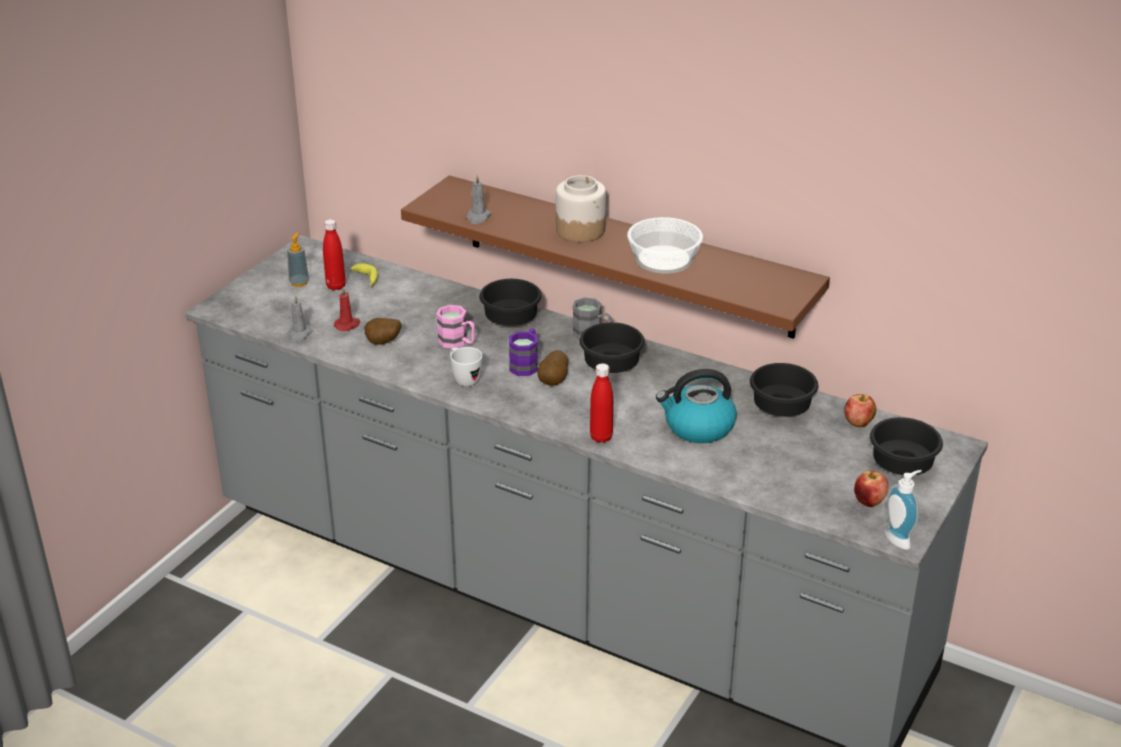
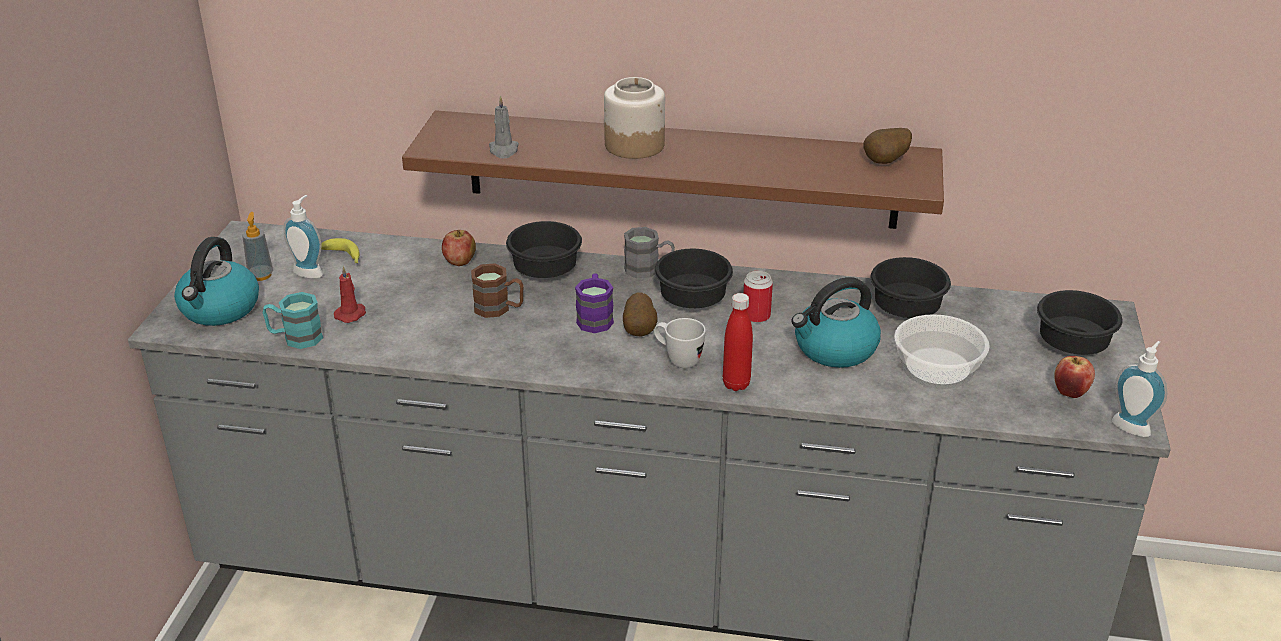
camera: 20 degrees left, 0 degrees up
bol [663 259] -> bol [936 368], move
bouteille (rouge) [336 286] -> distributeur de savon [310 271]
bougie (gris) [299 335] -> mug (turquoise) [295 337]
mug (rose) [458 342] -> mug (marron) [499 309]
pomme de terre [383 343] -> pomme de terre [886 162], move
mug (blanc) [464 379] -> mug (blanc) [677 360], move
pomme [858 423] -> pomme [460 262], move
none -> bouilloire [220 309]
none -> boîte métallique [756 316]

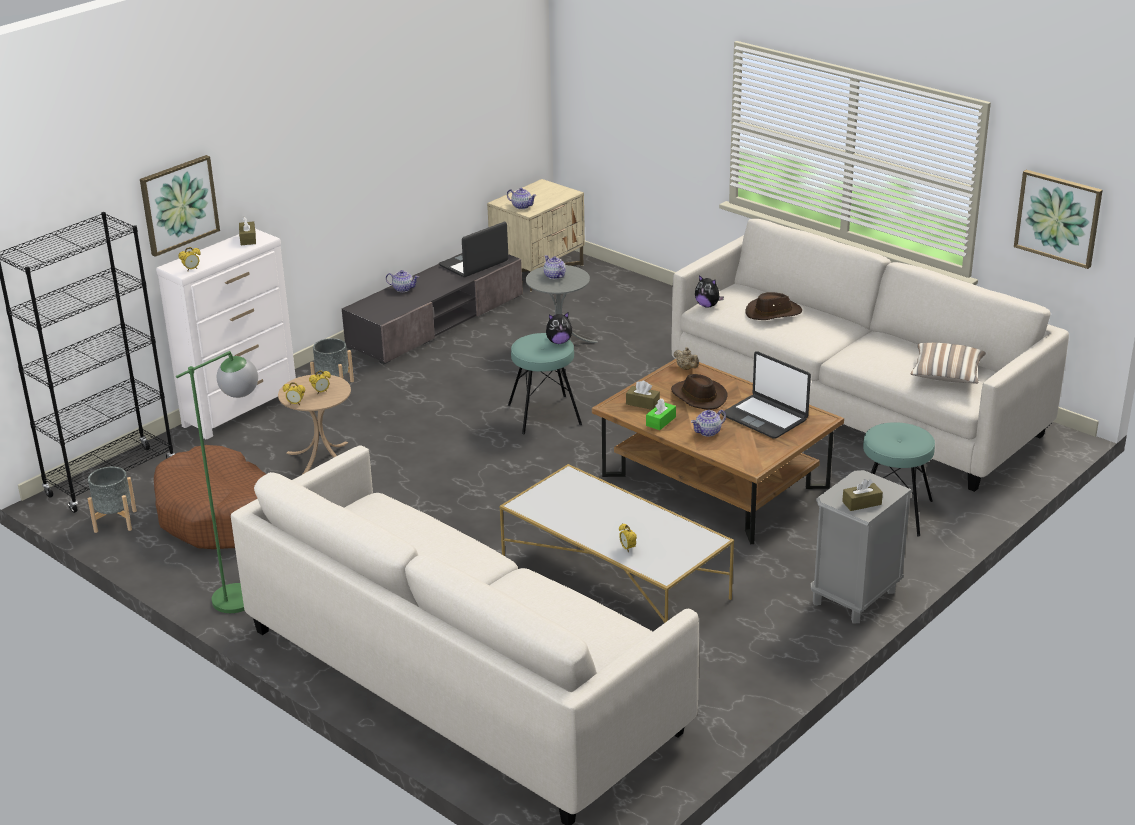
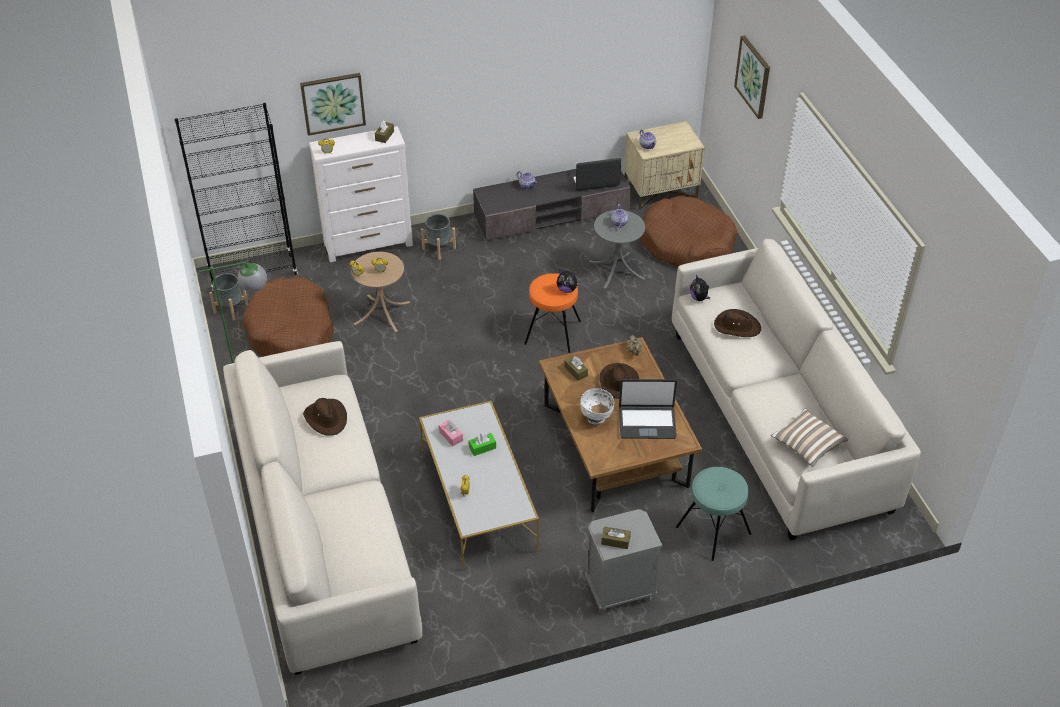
camera: 30 degrees right, 15 degrees up
tableau [1058 218] -> tableau [753 76], move
tabouret (turquoise) [544 415] -> tabouret (orange) [552 332]
ordinateur portable [765 417] -> ordinateur portable [647 422], 75 degrees counterclockwise
boîte à mouchoirs (vert) [661 421] -> boîte à mouchoirs (vert) [482 447], move
théière [708 432] -> bol (blanc) [596 418]
none -> panier pour chien (marron) [687 244]
none -> chapeau (marron) [326 418]
none -> boîte à mouchoirs (rose) [451 436]

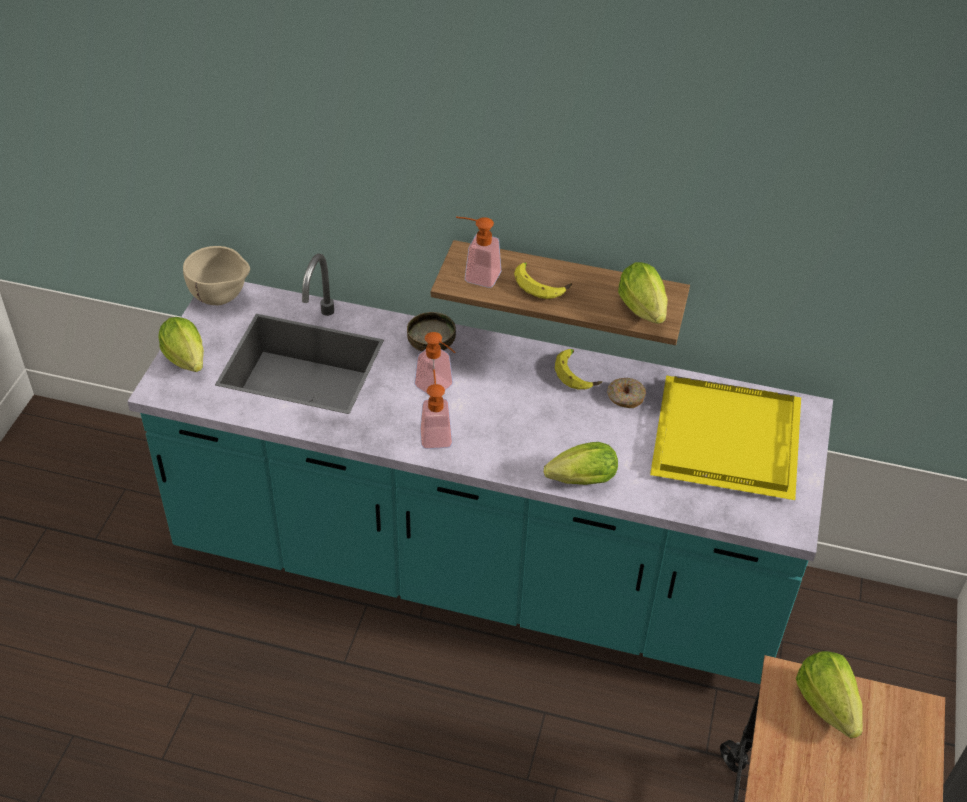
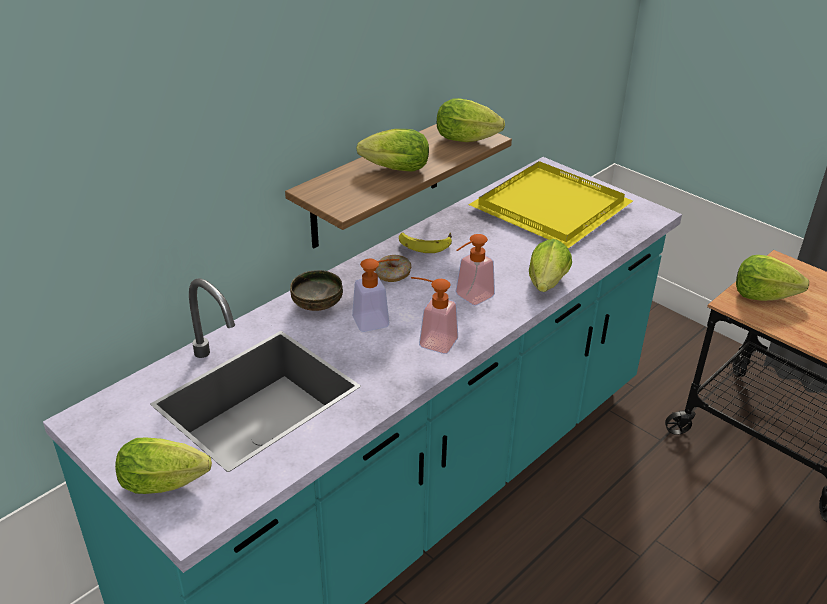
camera: 60 degrees left, 10 degrees down
distributeur de savon [476 275] -> distributeur de savon [470 298], move
bol (beige) [222 299] -> none
banane [541 284] -> laitue [392 169]
beignet [625 397] -> beignet [393 274], move

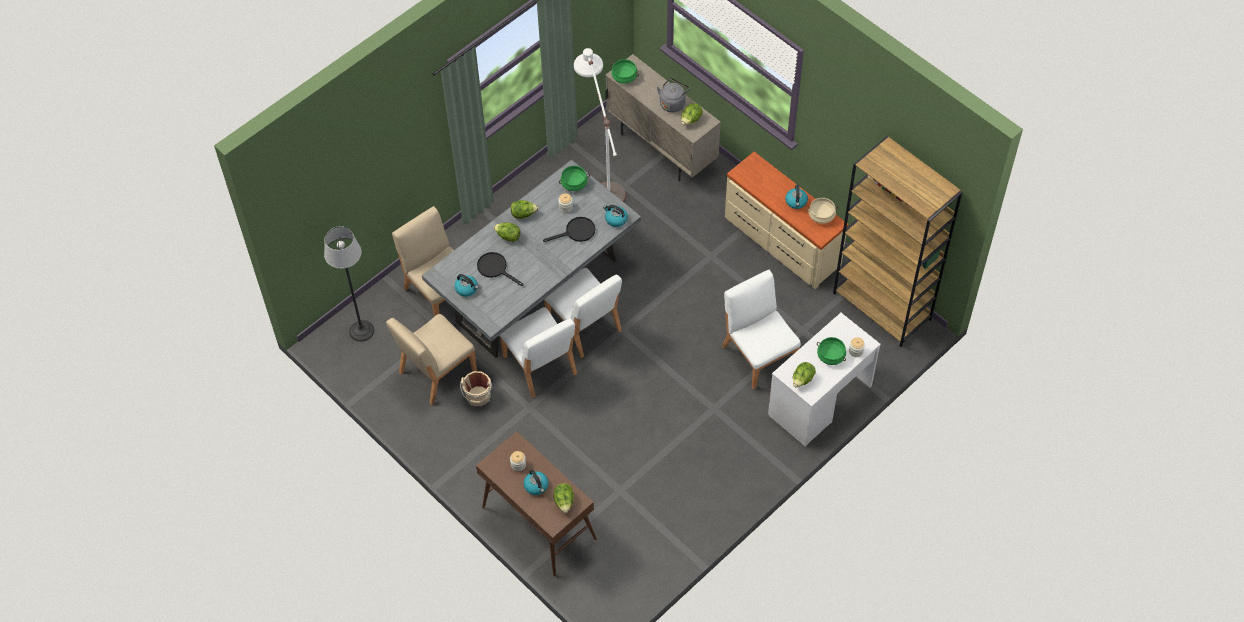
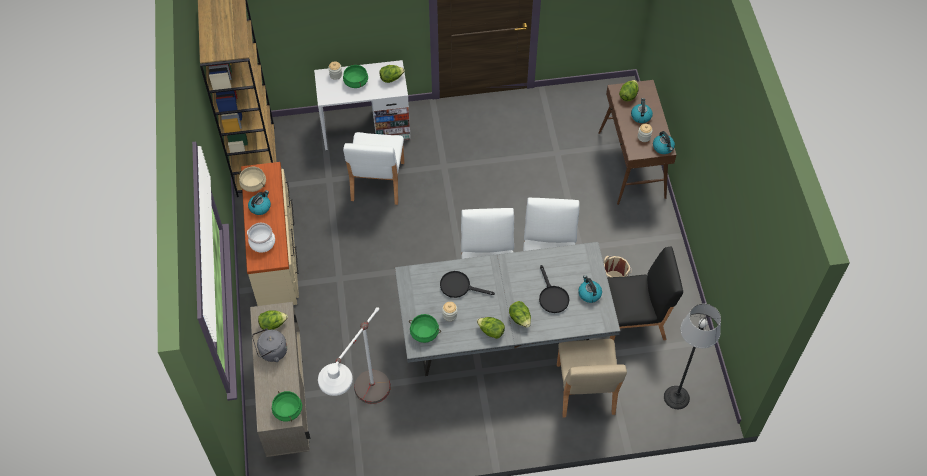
camera: 145 degrees left, 0 degrees up
bouilloire [615 219] -> bouilloire [663 147], move
chaise (beige) [436 372] -> chaise (noir) [634 321]
none -> marmite [262 242]

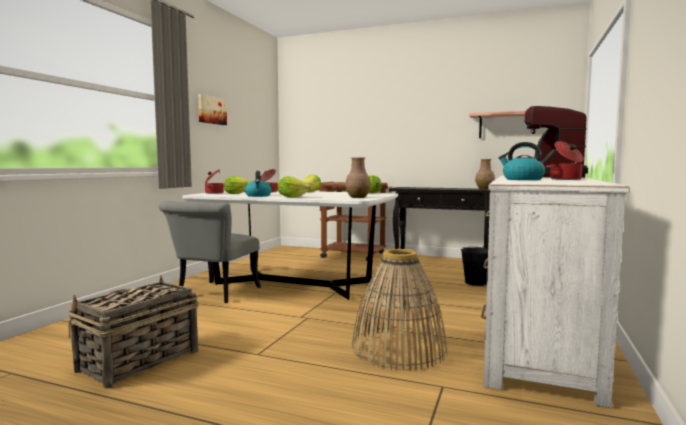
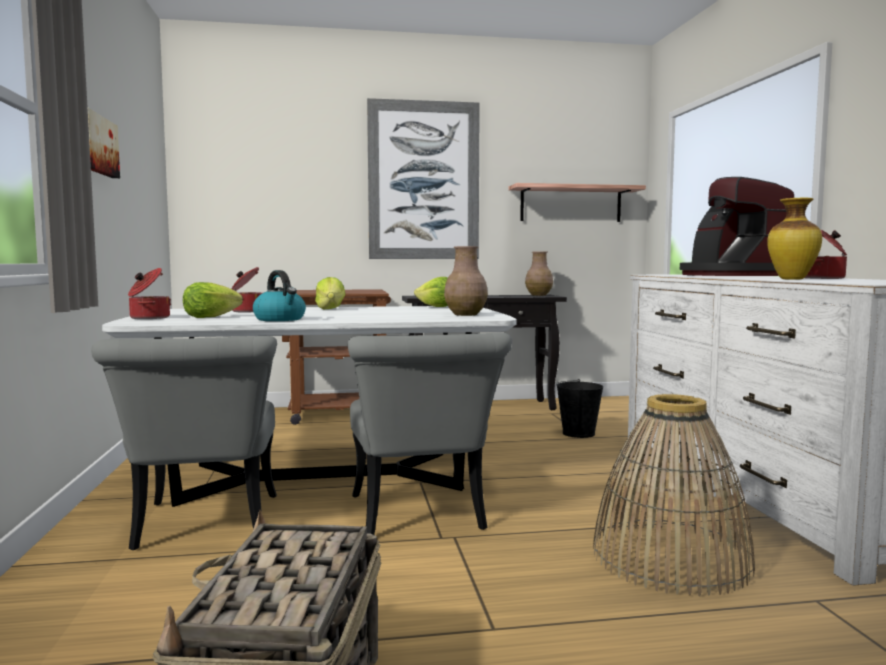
camera: 30 degrees left, 0 degrees up
bouilloire [522 179] -> vase [793 279]
laitue [291 197] -> none
none -> tableau [424 181]
none -> chaise (gris) [420 518]

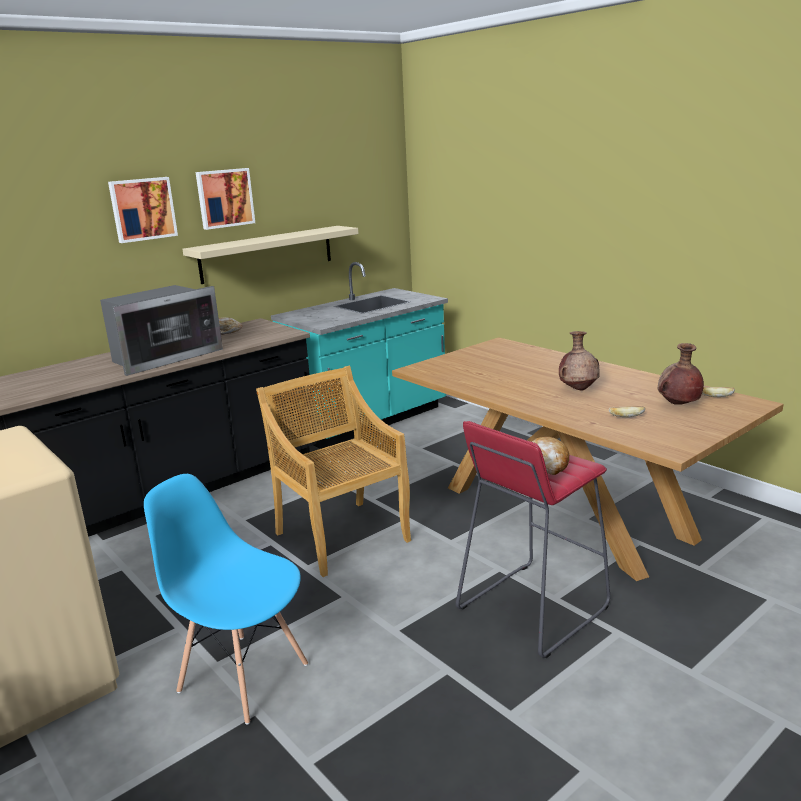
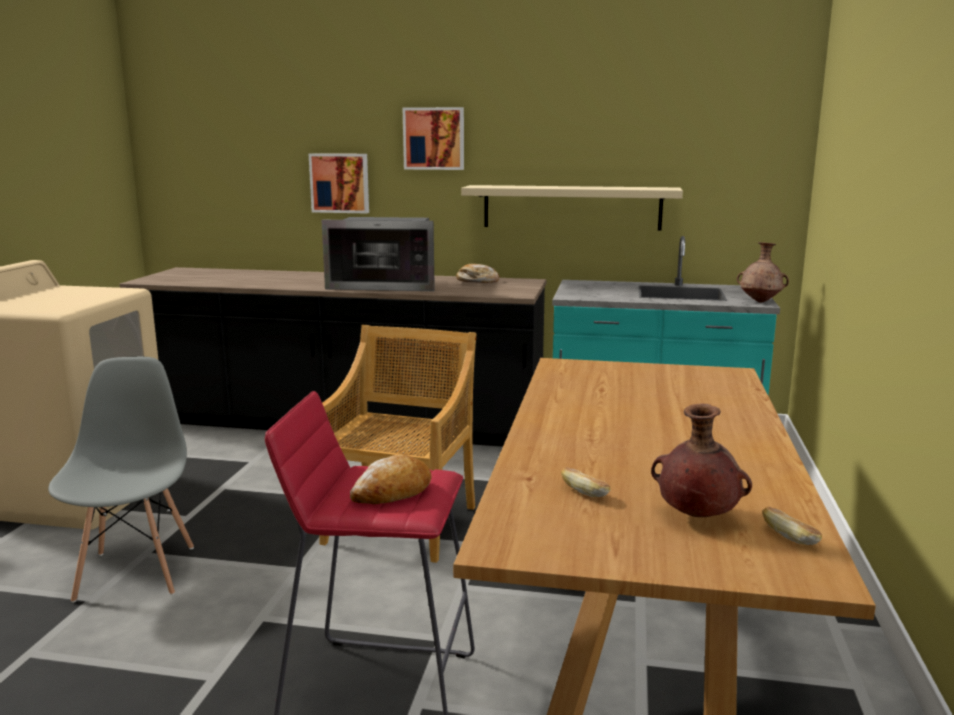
camera: 50 degrees right, 5 degrees down
tableau [224 198] -> tableau [340 183], move
vase (marron) [578 389] -> vase (marron) [760 301], move
chaise (bleu) [243 676] -> chaise (gris) [136 572]

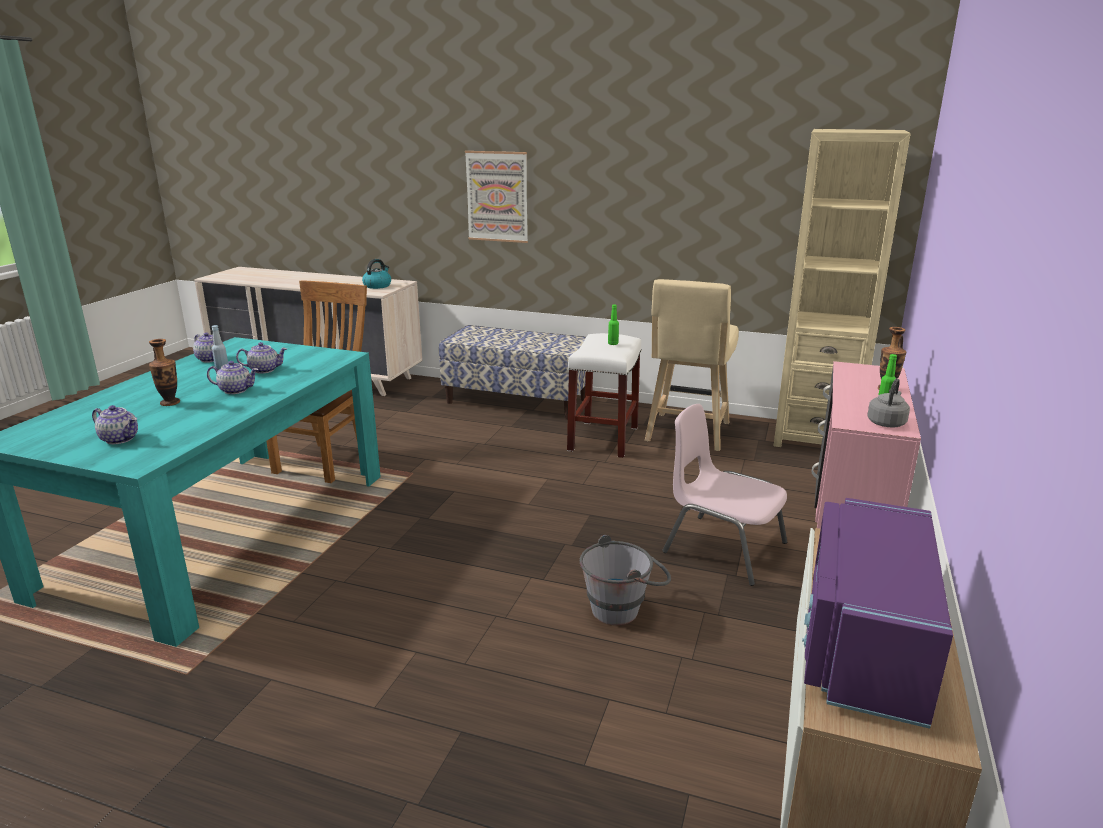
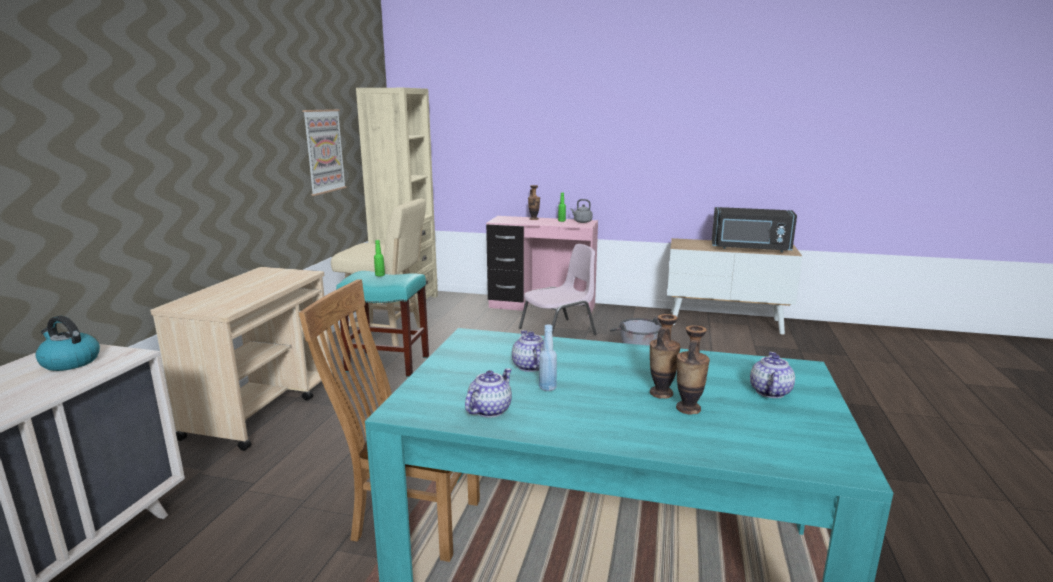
camera: 95 degrees left, 5 degrees down
tableau [497 196] -> tableau [324 151], move
banc [517 401] -> chariot (beige) [263 407]
tabouret (blanc) [603 438] -> tabouret (turquoise) [386 364]
théière [236 390] -> none
chaise (rose) [722 547] -> chaise (rose) [559 332], 150 degrees counterclockwise
micro-ondes (violet) [861 645] -> micro-ondes (noir) [750 248]
none -> vase [688 408]

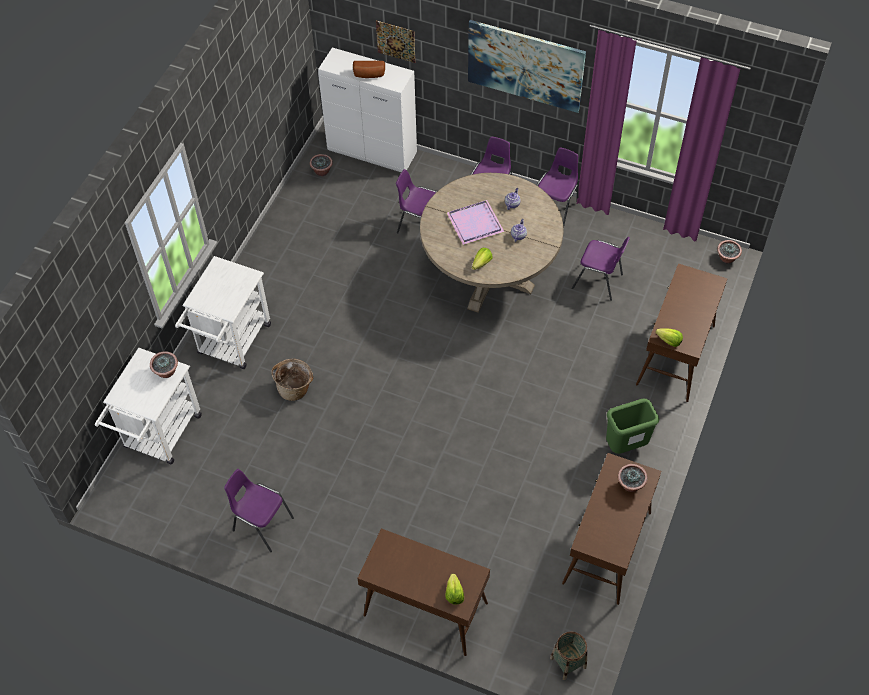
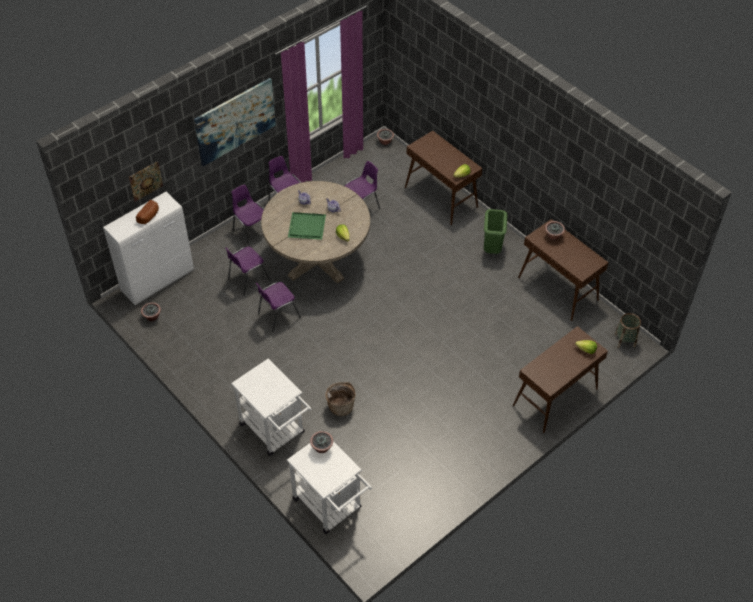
camera: 65 degrees left, 5 degrees down
plateau (violet) [473 223] -> plateau (vert) [306 227]
chaise (violet) [261 524] -> chaise (violet) [278 316], move

